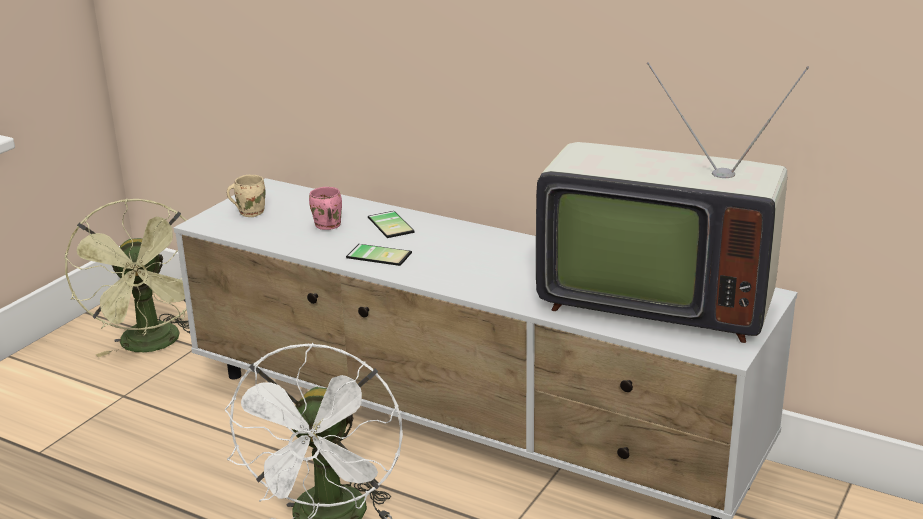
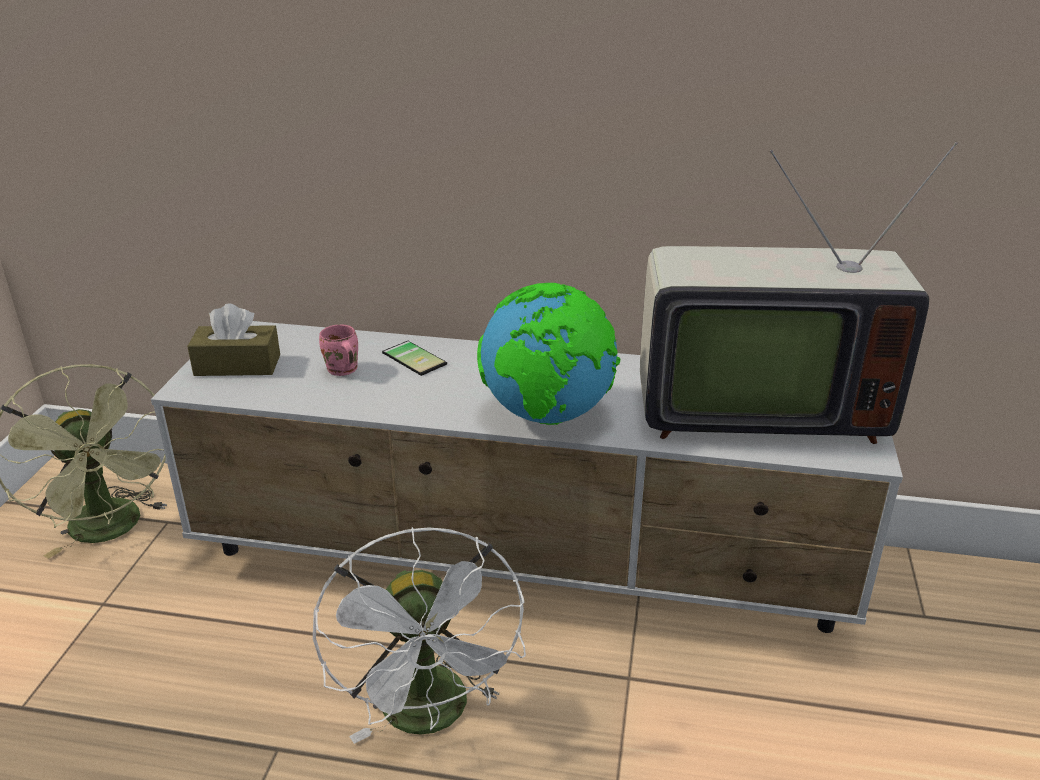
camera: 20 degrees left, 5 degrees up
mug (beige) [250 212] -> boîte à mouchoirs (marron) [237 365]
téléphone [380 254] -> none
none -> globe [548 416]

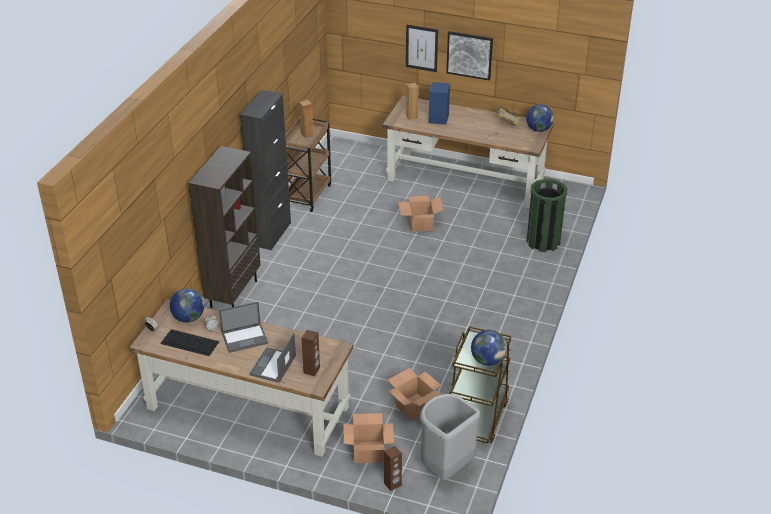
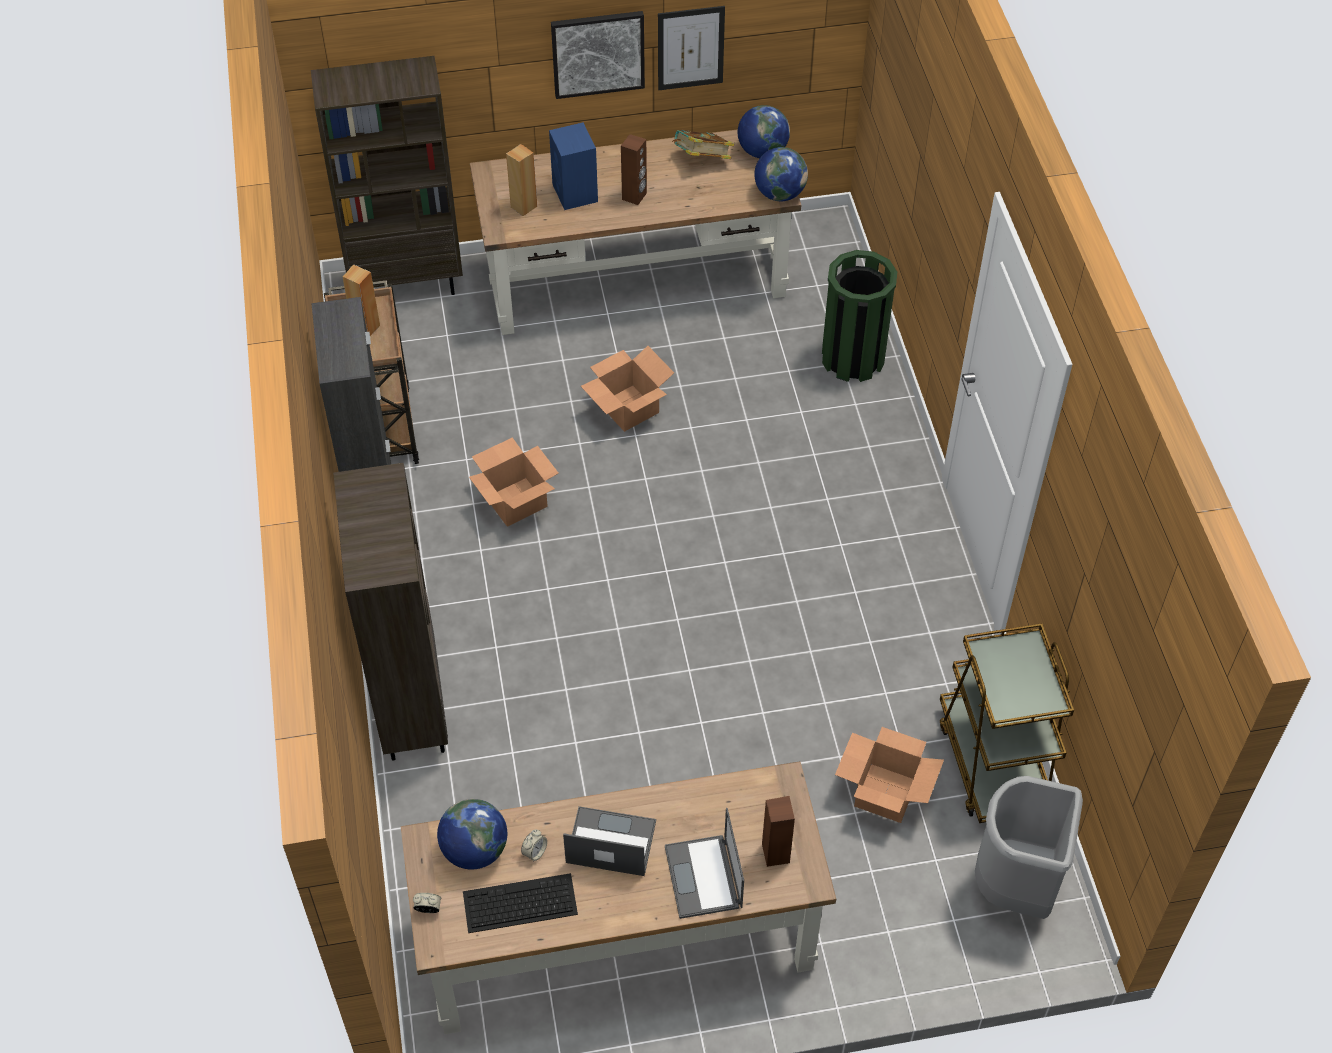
camera: 30 degrees left, 15 degrees up
tableau [421 48] -> tableau [690 48], move
ordinateur portable [245 338] -> ordinateur portable [609 842], 120 degrees counterclockwise
globe [487 360] -> globe [779 194], move
carton [368 452] -> carton [515 502], move
enceinte (marron) [392 484] -> enceinte (marron) [634 196], move
none -> bibliothèque (marron) [407 283]

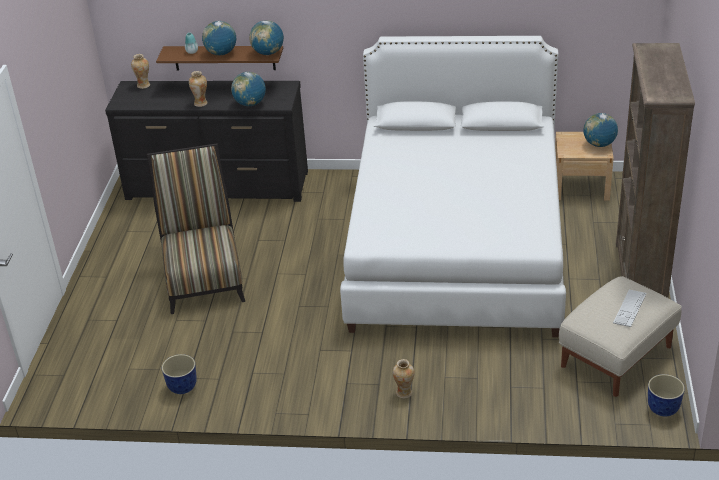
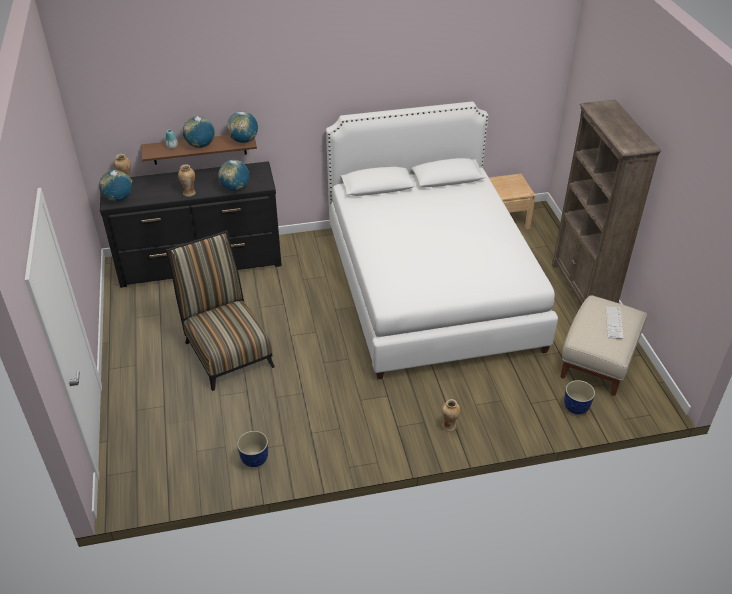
camera: 20 degrees left, 5 degrees up
globe [599 144] -> globe [118 199], move
cache-pot [663 409] -> cache-pot [576 408], move

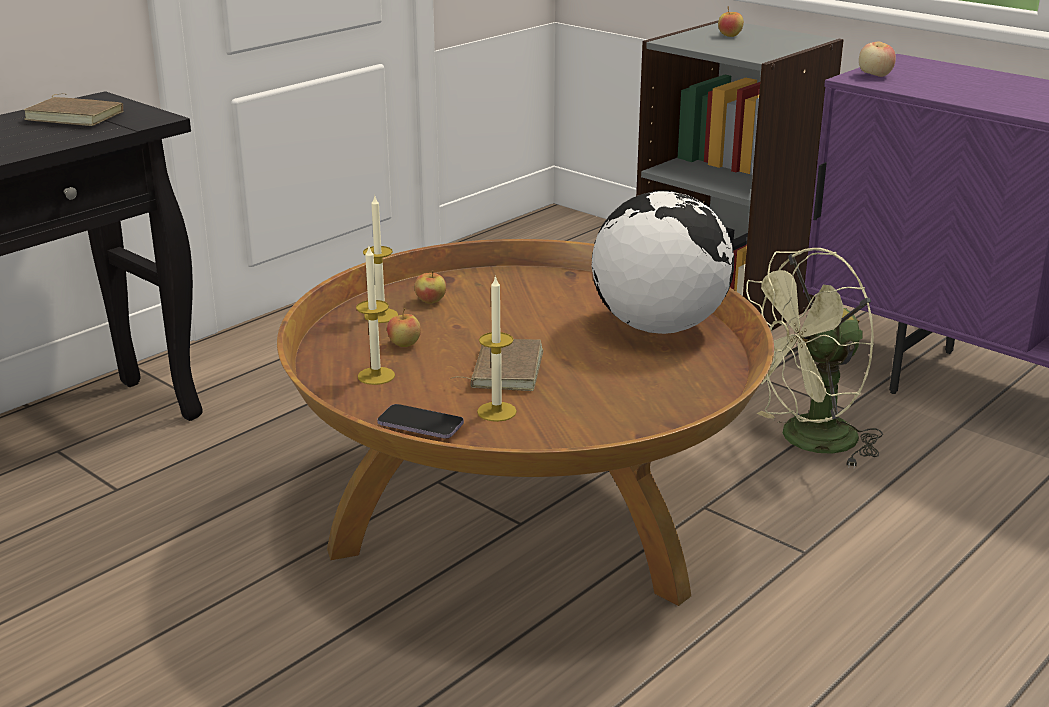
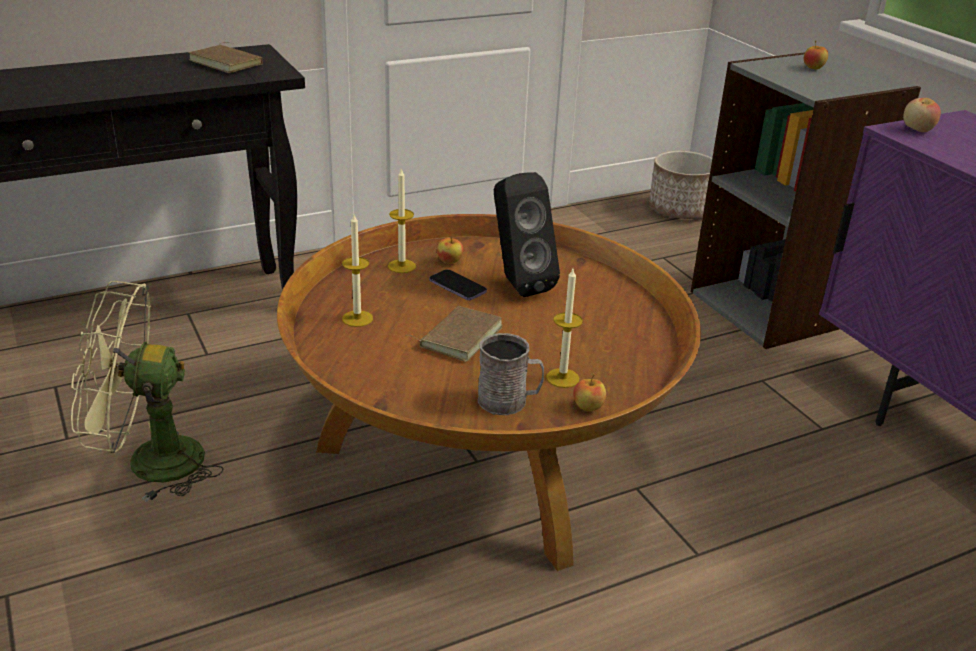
camera: 20 degrees right, 5 degrees up
globe [658 327] -> none
ventilateur (vert) [806 442] -> ventilateur (vert) [148 463], move
bougie [496 411] -> bougie [562 378], move
pomme [404 344] -> pomme [588 407], move
téléphone [420 424] -> téléphone [457 287], move
none -> cache-pot [680 210]
none -> enceinte (noir) [517 284]
none -> mug (gris) [509 401]

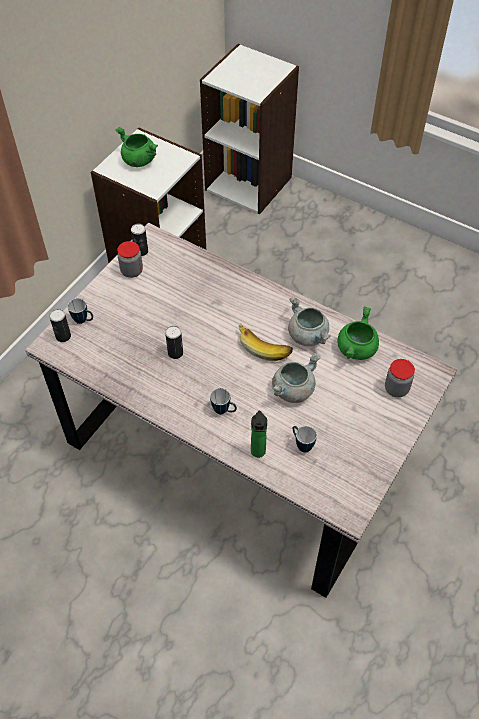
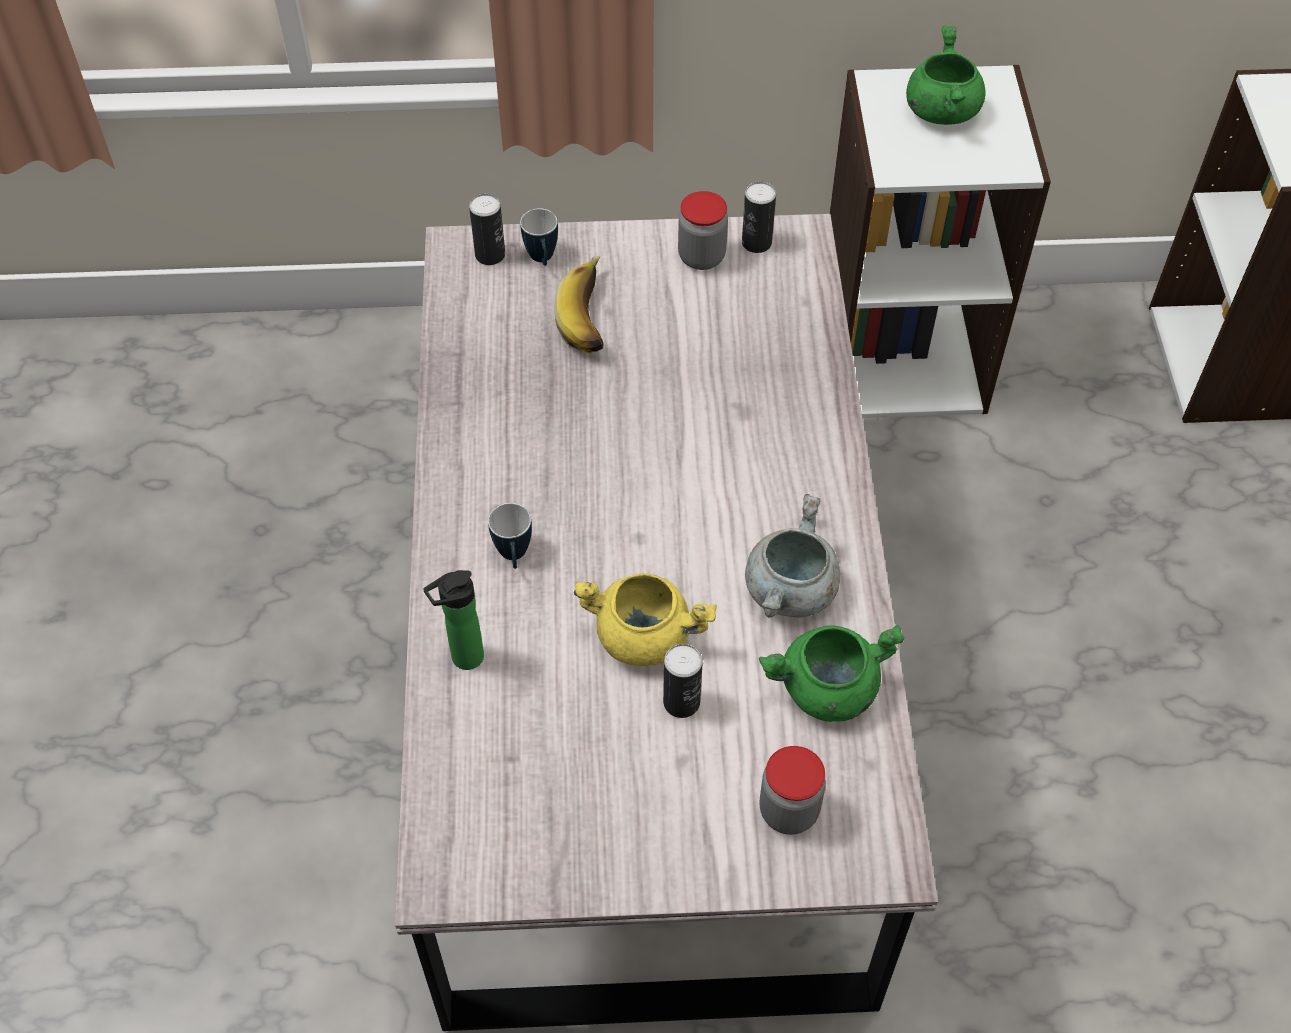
camera: 55 degrees right, 0 degrees up
banane [265 346] -> banane [593 318], move
boîte métallique [175 353] -> boîte métallique [681 702], move
marmite (gris) [293 389] -> marmite (jaune) [645 635]
mug [301 445] -> none

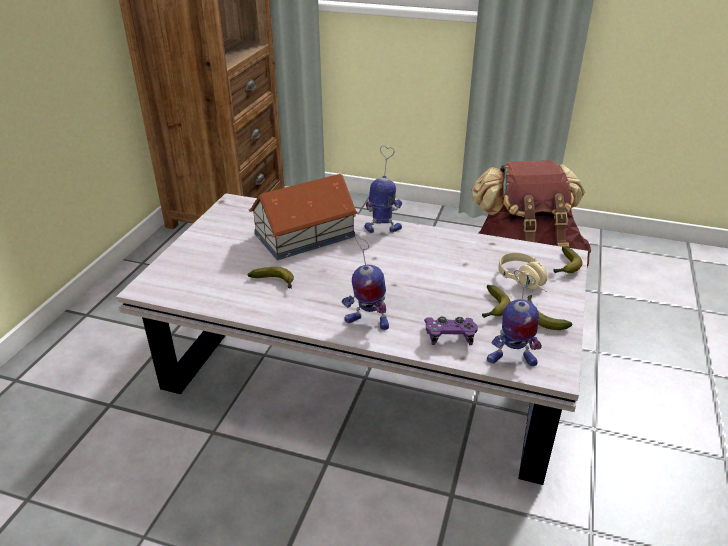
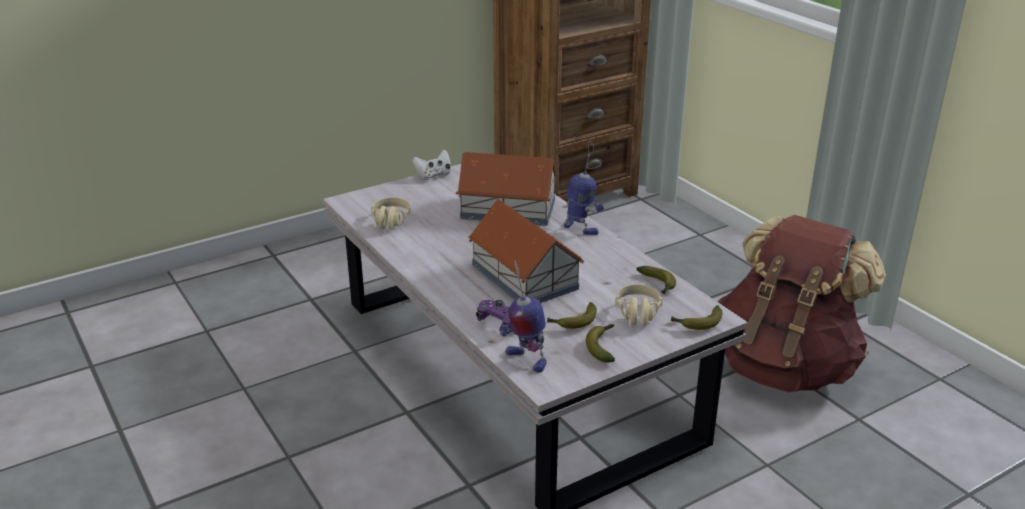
camera: 40 degrees right, 5 degrees down
robot jouet [366 322] -> none
banane [275 282] -> banane [658 285], move
none -> manette (blanc) [433 175]
none -> casque audio (beige) [389 224]
none -> maison miniature [524 276]

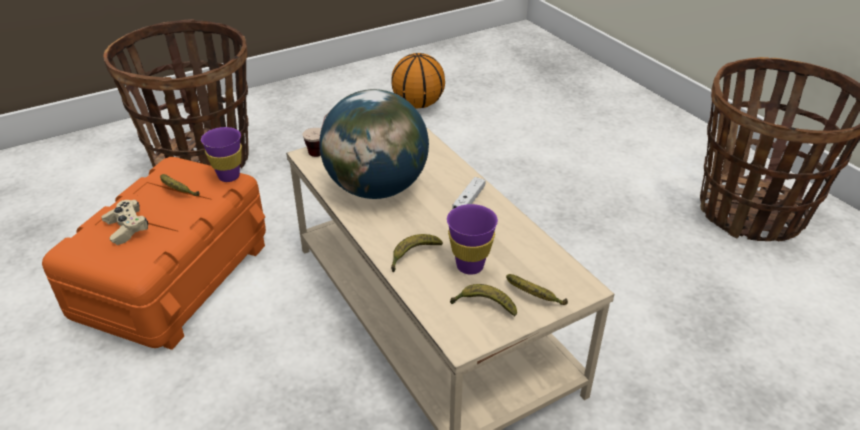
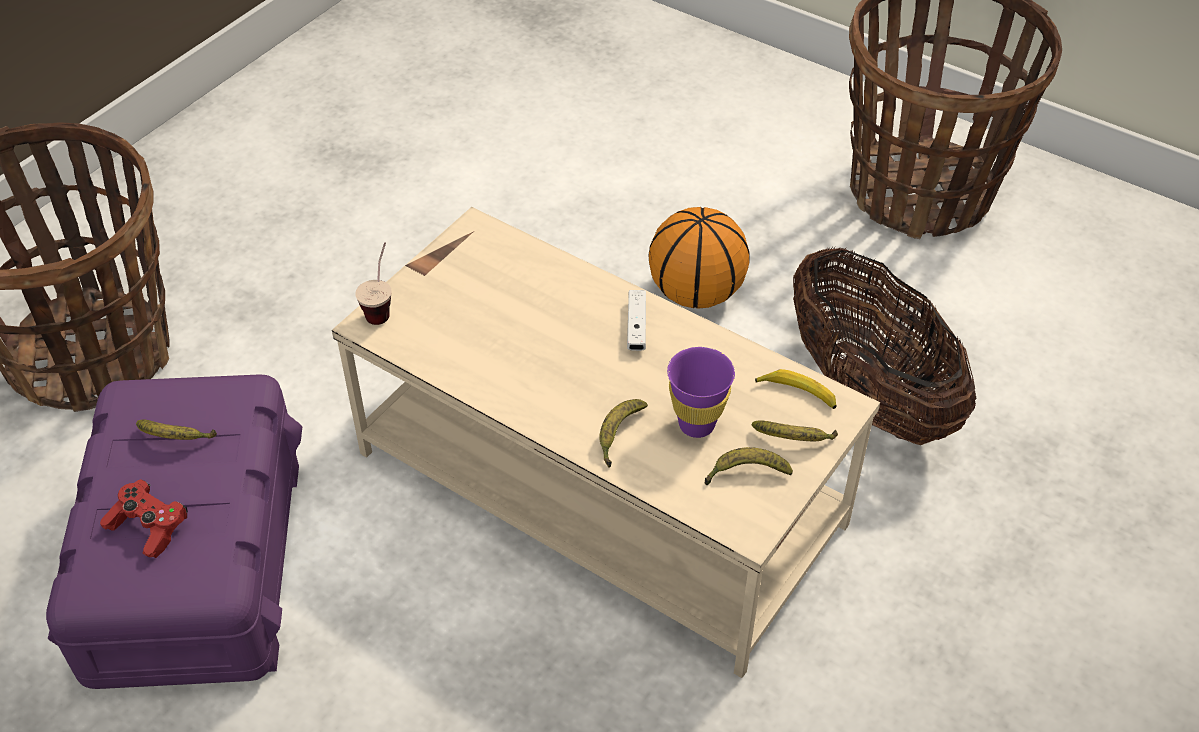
camera: 25 degrees left, 10 degrees up
ballon de basket [419 104] -> ballon de basket [697 293], move
globe [376 188] -> none
tasse (violet) [229 176] -> none
boîte de rangement (orange) [173 278] -> boîte de rangement (violet) [196 566]
manette (beige) [127 228] -> manette (rouge) [149 527]
none -> panier [868 393]
none -> banane [797 394]

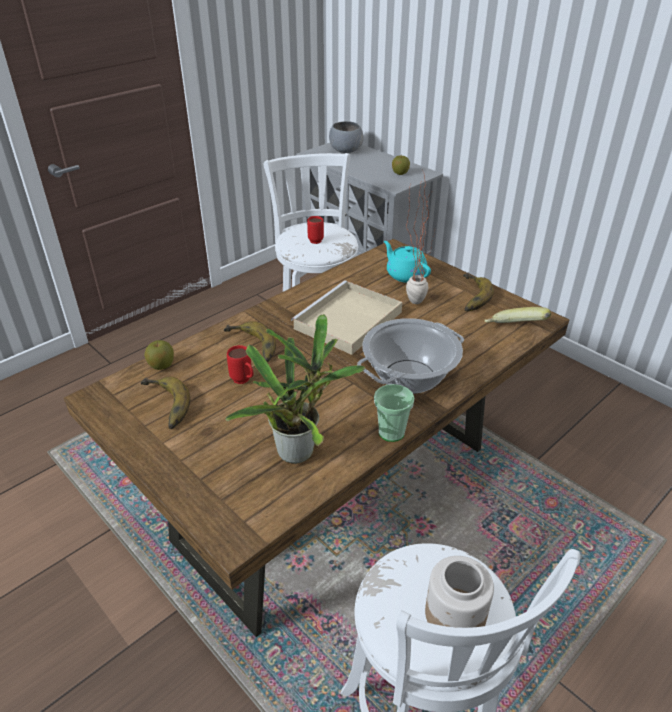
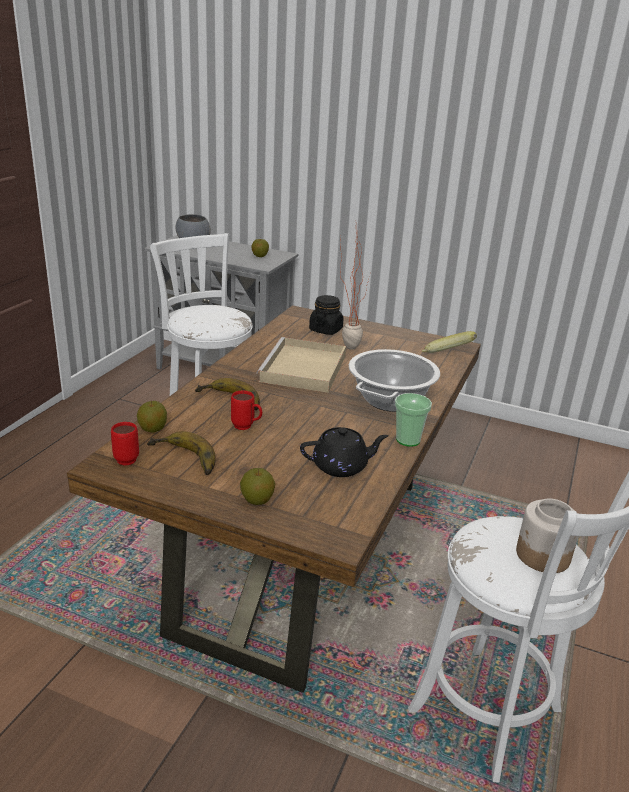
camera: 25 degrees left, 10 degrees down
mug (rouge) [317 239] -> mug (rouge) [127 458], move
théière (turquoise) [405 275] -> bocal (noir) [325 330]
banane [469 296] -> none
plante en pot [299 449] -> théière (noir) [341 466]
none -> pomme [257 500]

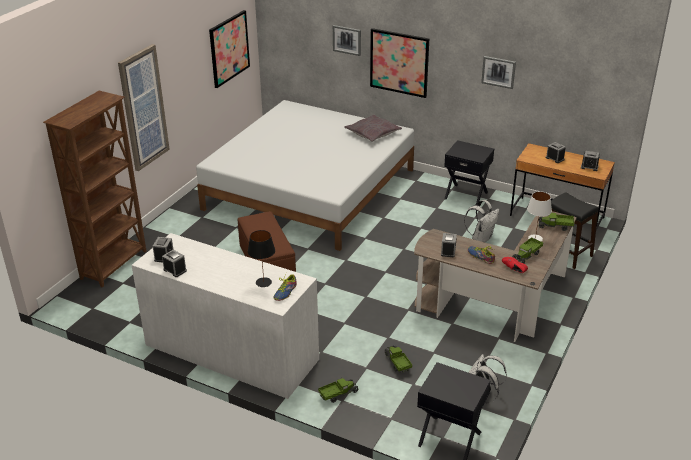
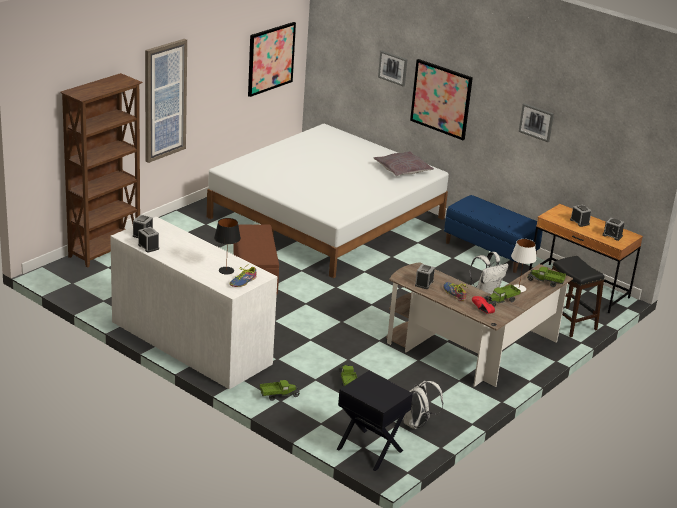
camera: 10 degrees right, 5 degrees down
table de chevet (noir) [466 195] -> banc (bleu) [490 251]

